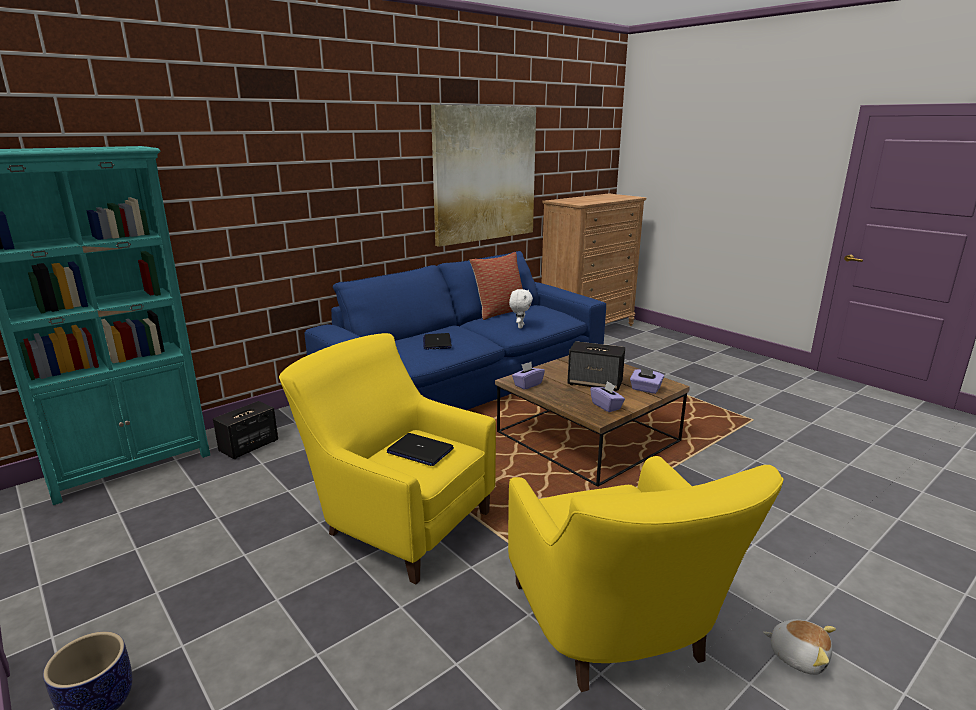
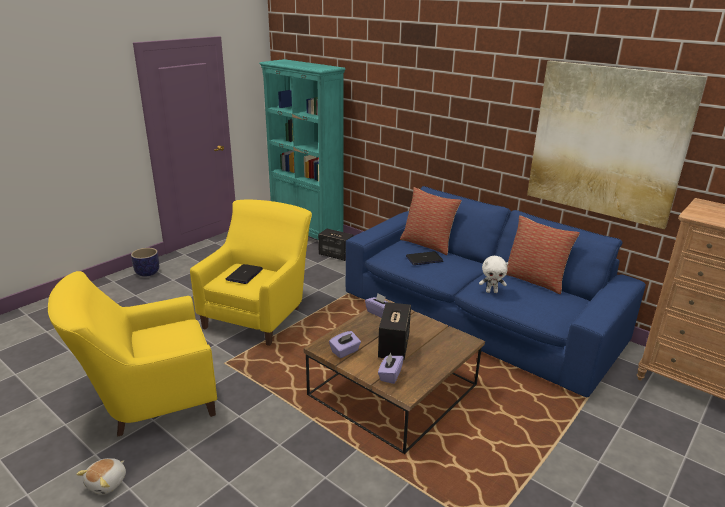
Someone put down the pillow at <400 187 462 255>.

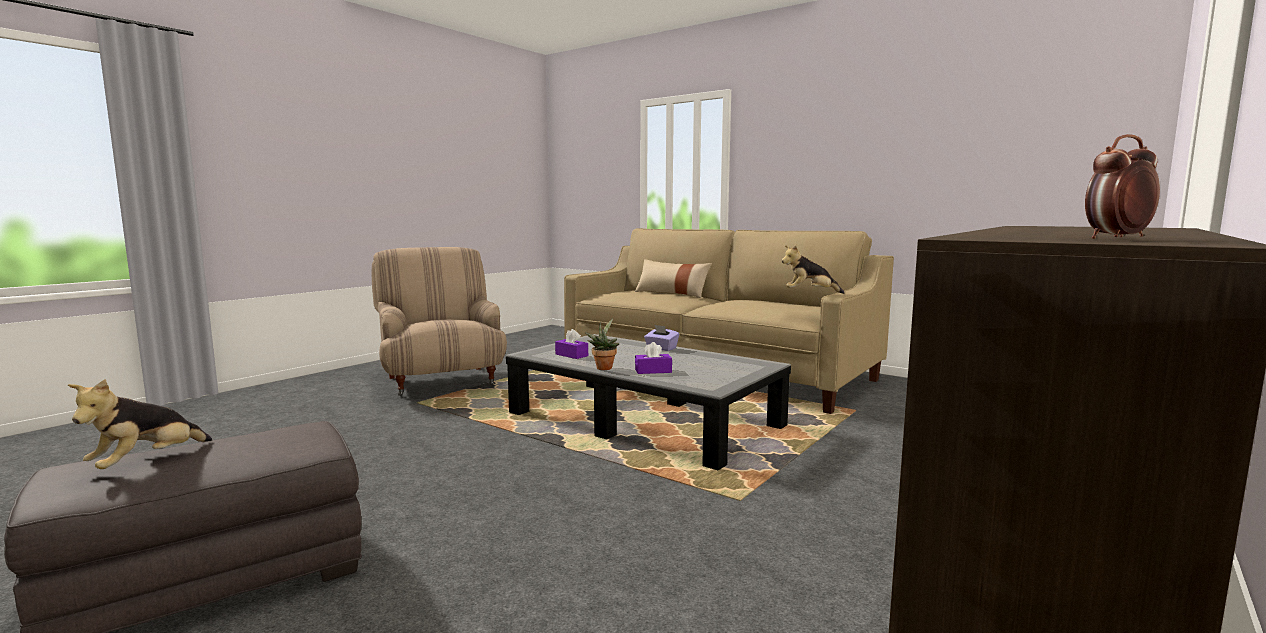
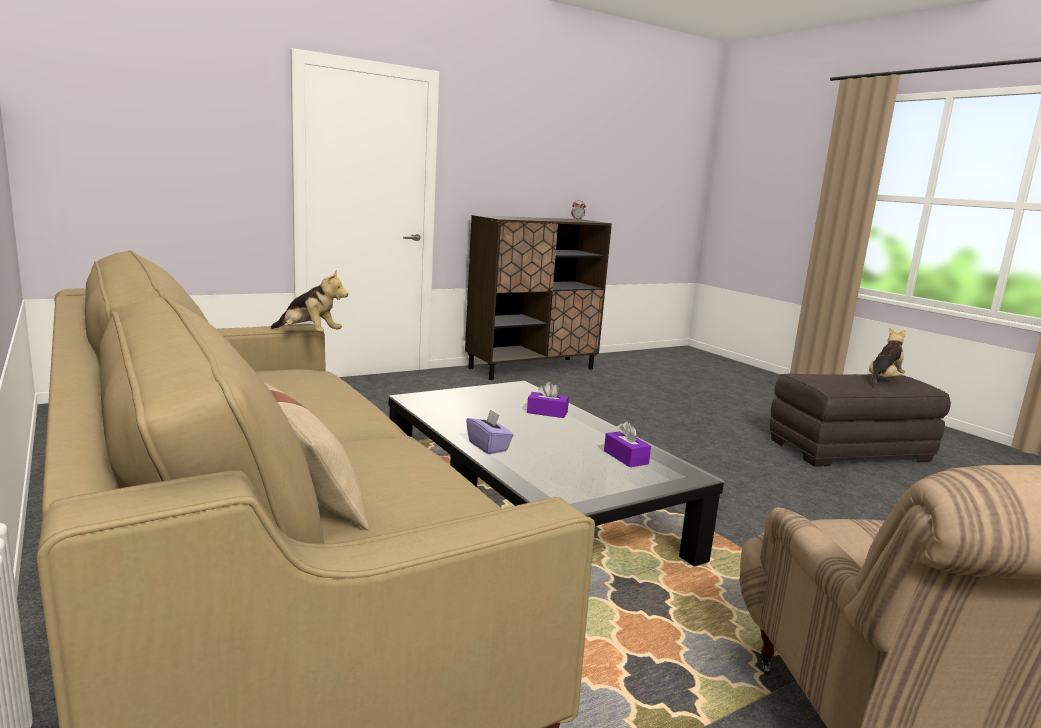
Someone took away the potted plant at <585 319 619 370>.

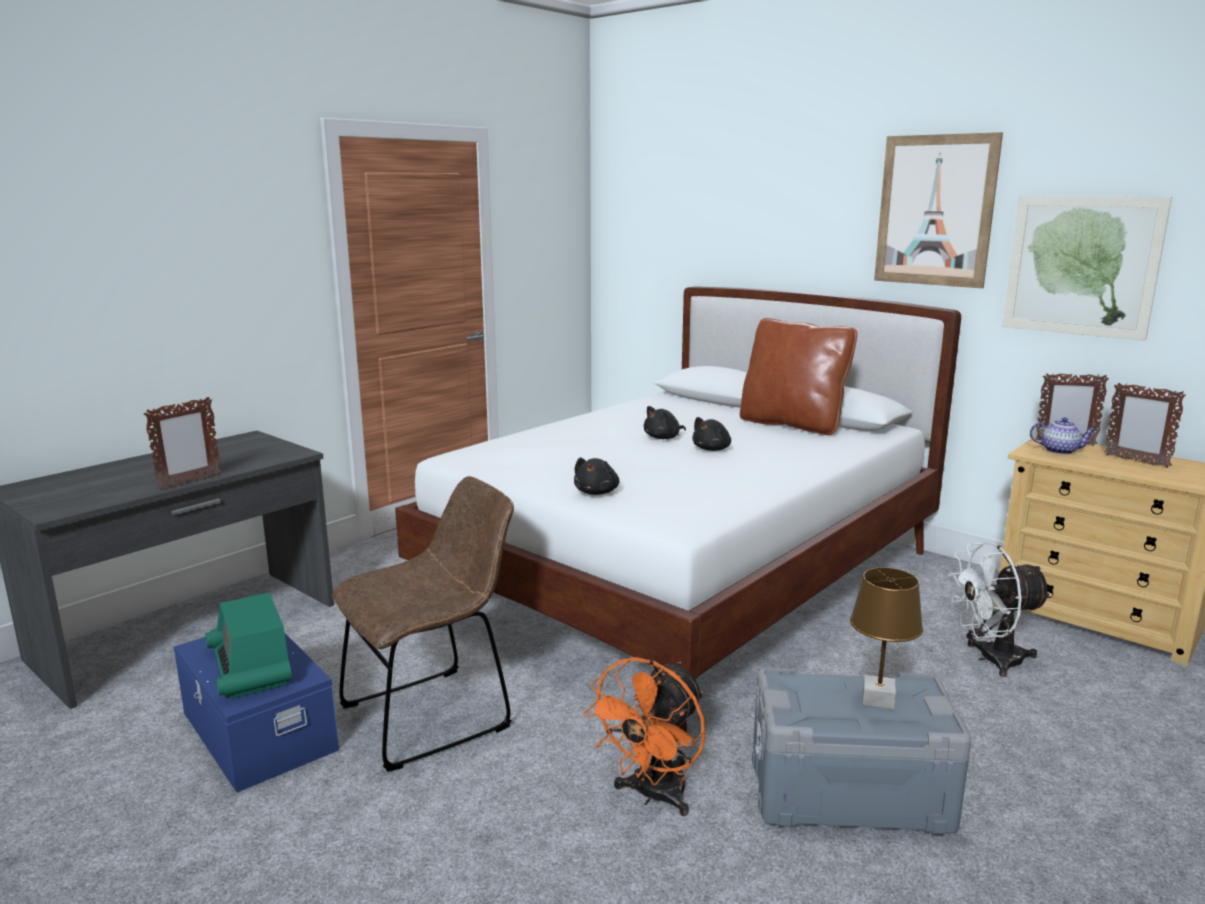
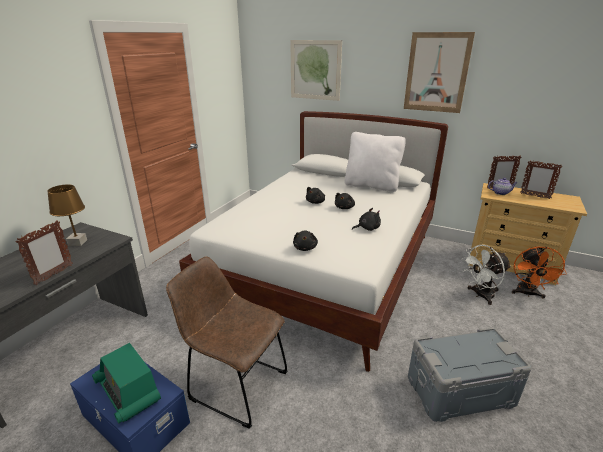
Someone carried the picture from <1002 196 1172 341> to <290 40 342 101>. Someone repainted the pillow (brown) at <740 318 857 435>, which became the pillow (white) at <345 132 406 192>. Someone rotated the chair (brown) at <332 476 514 772> by 105 degrees counterclockwise. Someone carried the table lamp (brown) from <850 567 923 709> to <47 185 87 246>. Someone carried the fan (orange) from <584 657 705 816> to <512 246 567 299>. Someone put down the plush toy (black) at <352 208 381 231>.

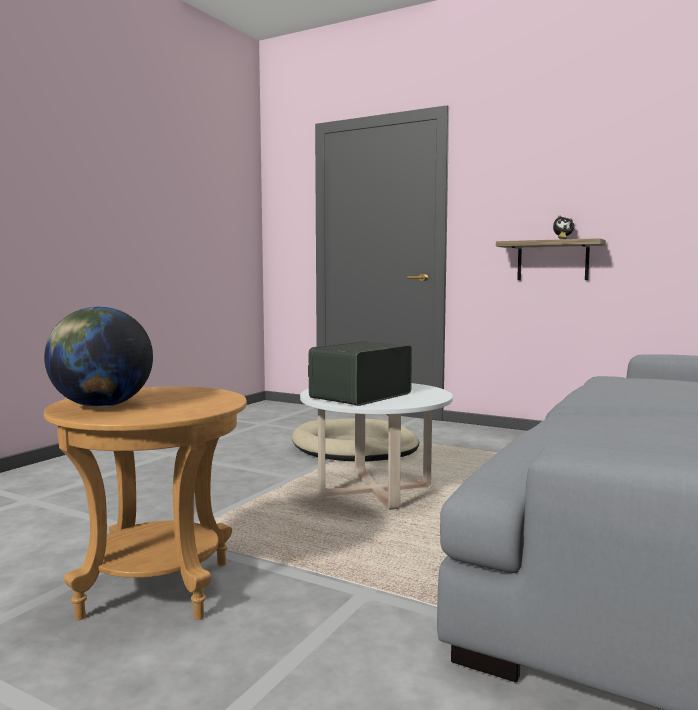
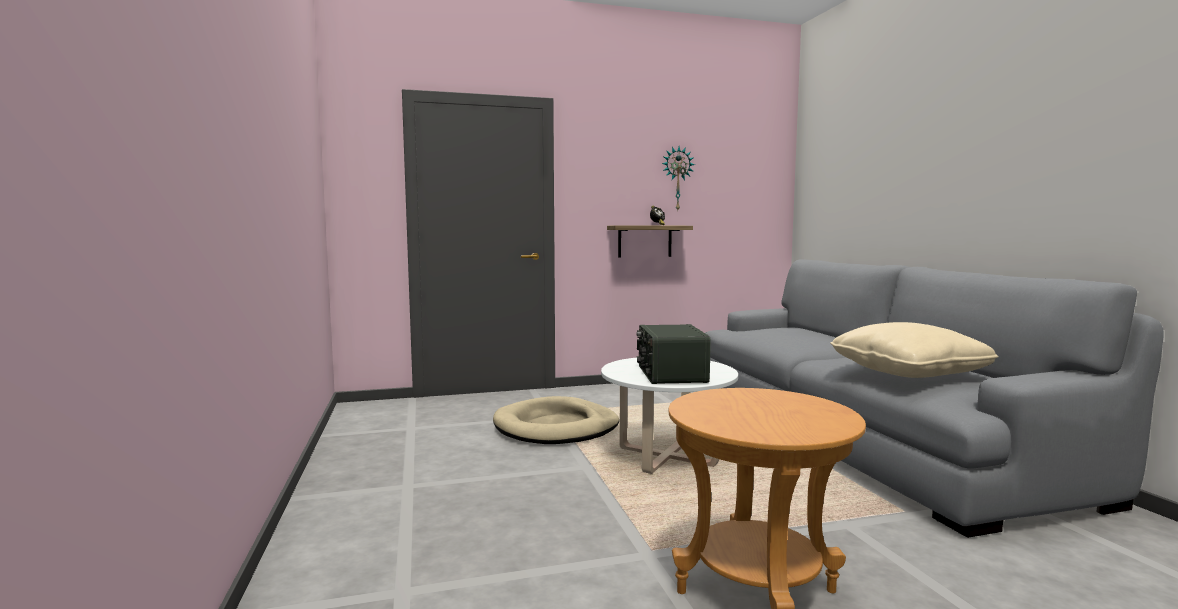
Someone took away the globe at <44 307 153 407>. Someone put up the wall clock at <662 147 695 212>. Someone put down the pillow (beige) at <830 322 999 378>.

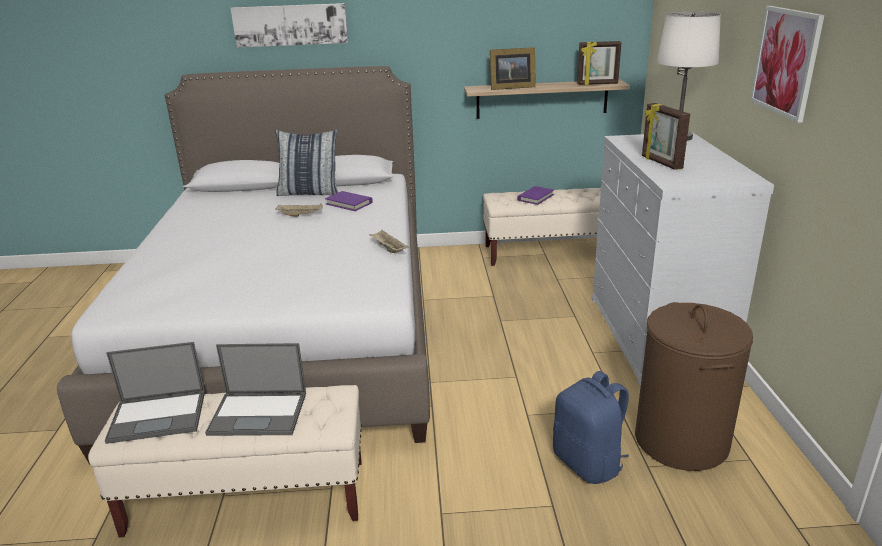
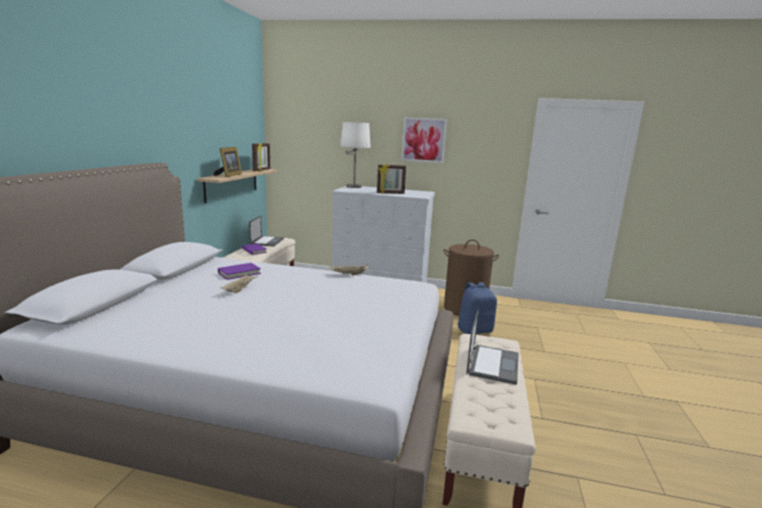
Someone took away the picture at <231 3 348 48>. Someone took away the pillow at <275 130 338 196>. Someone carried the laptop from <105 342 205 444> to <249 216 284 247>.

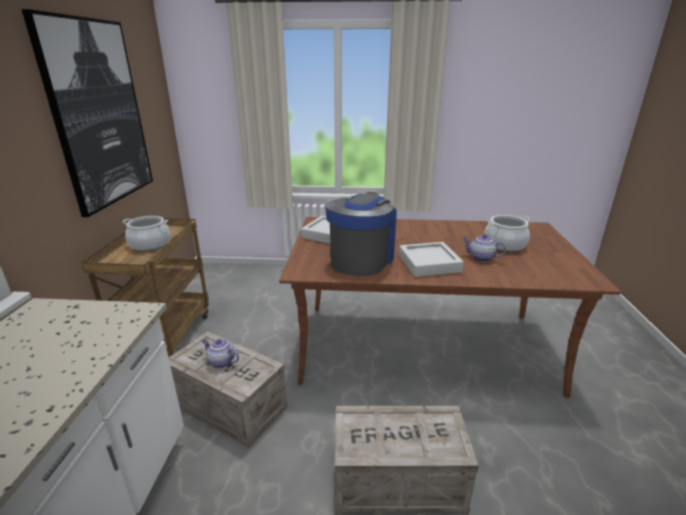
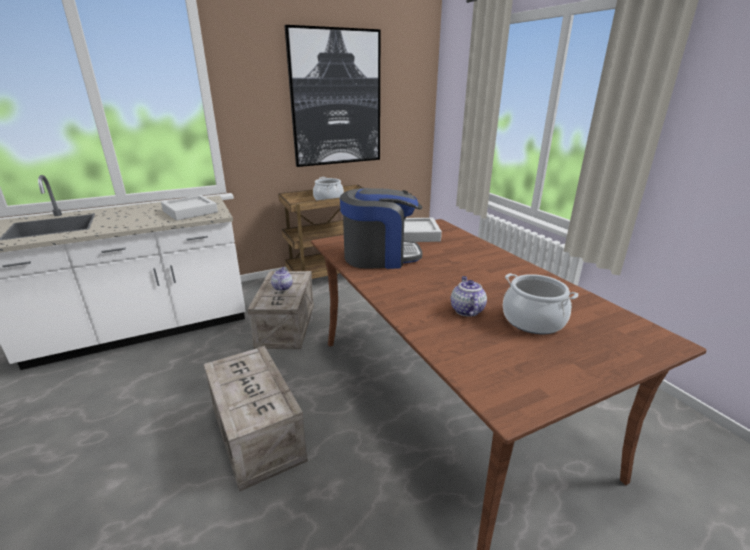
Someone carried the tray (grey) from <399 242 464 277> to <161 195 218 221>.

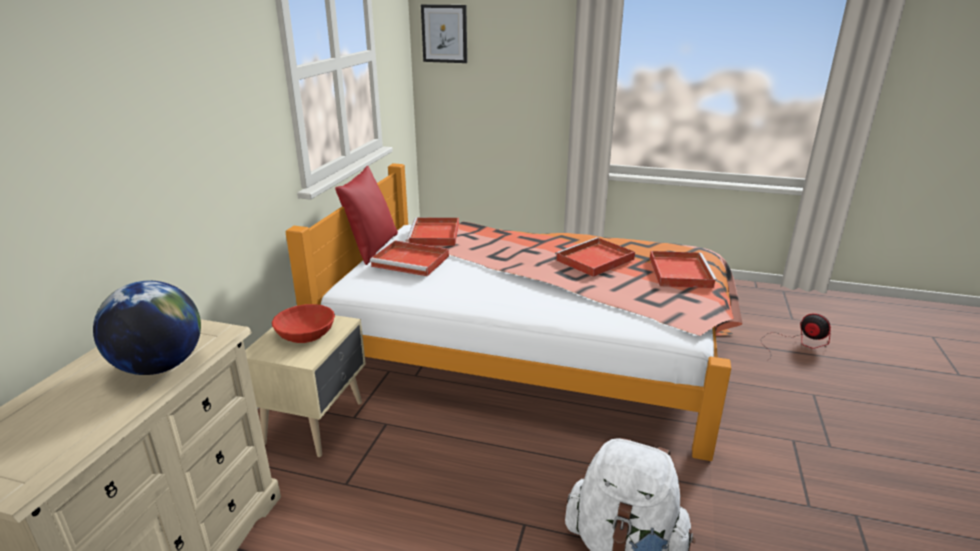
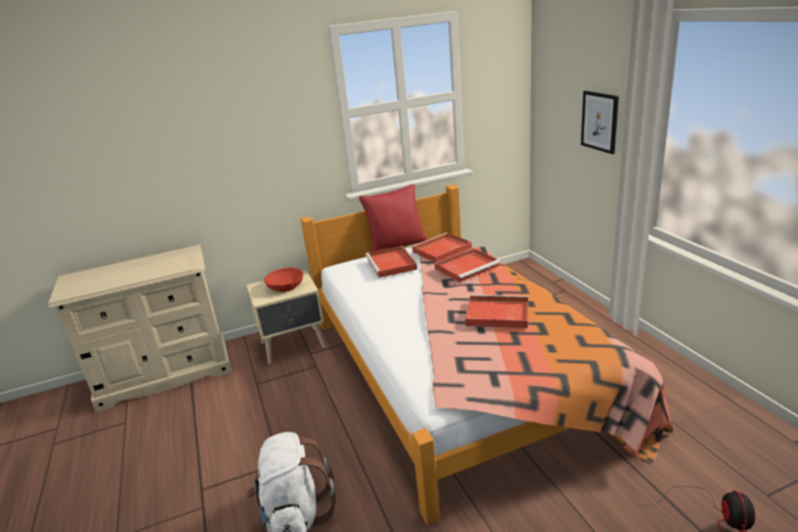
Someone carried the picture from <421 4 467 63> to <581 91 619 154>. Someone carried the tray (red) from <650 251 718 288> to <434 248 500 283>. Someone took away the globe at <93 281 201 375>.

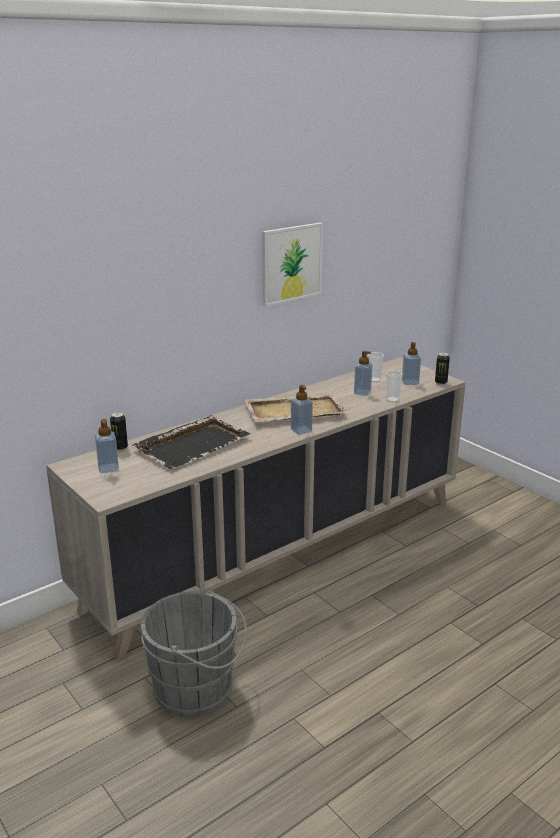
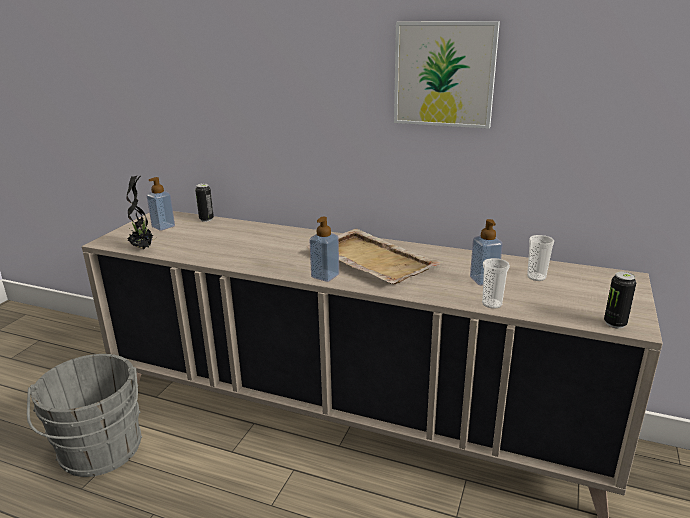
Someone took away the soap dispenser at <402 342 421 385>. Someone took away the tray (black) at <133 415 250 469>. Someone put down the potted plant at <126 175 155 250>.

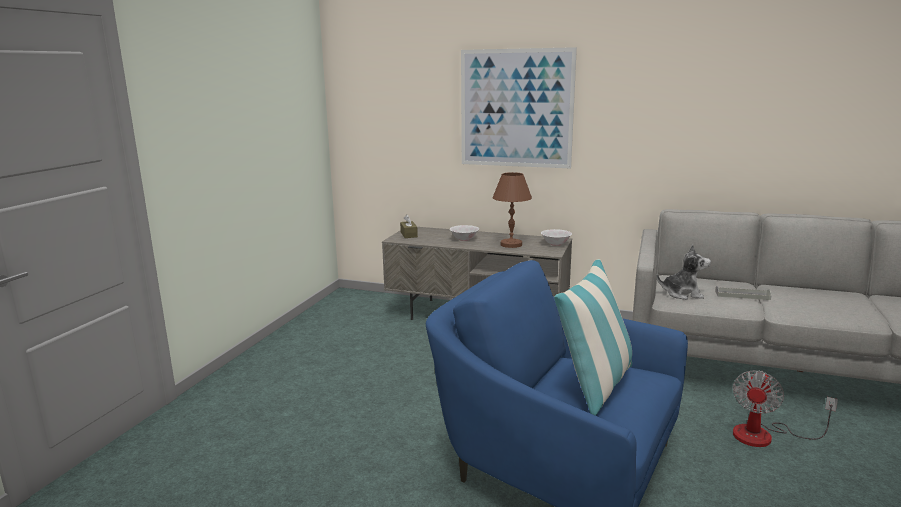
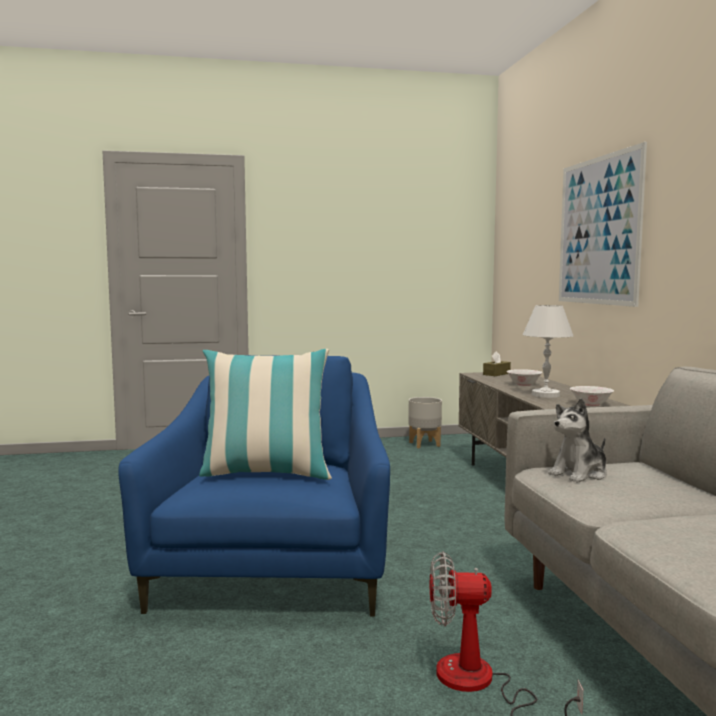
Someone repainted the table lamp (brown) at <492 172 532 248>, which became the table lamp (white) at <523 305 573 398>. Someone rotated the plush toy at <657 245 711 300> by 75 degrees clockwise. Someone took away the tray (grey) at <715 286 771 300>. Someone put down the planter (grey) at <408 397 442 448>.

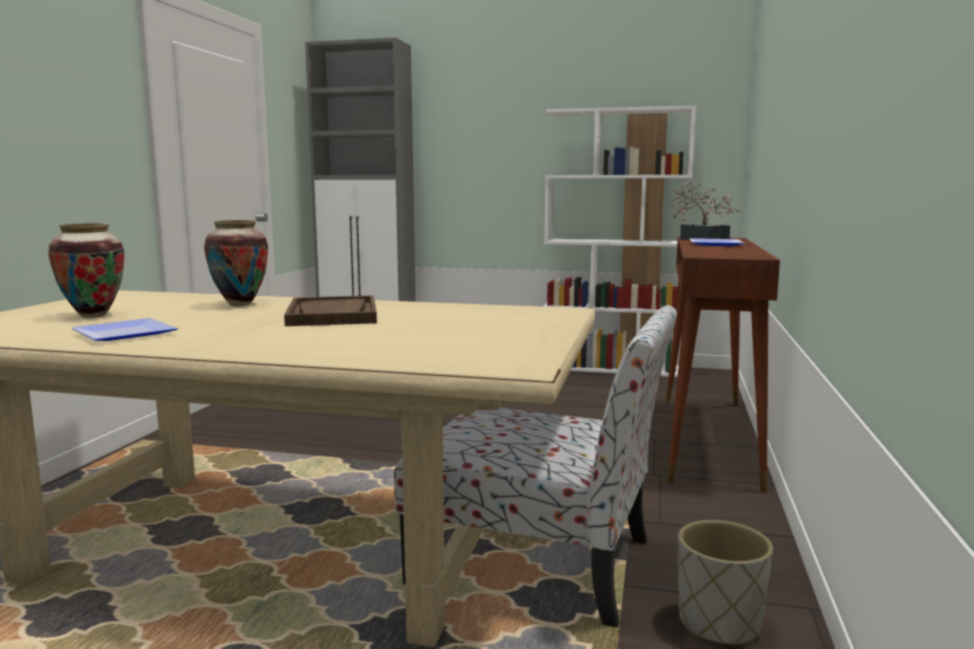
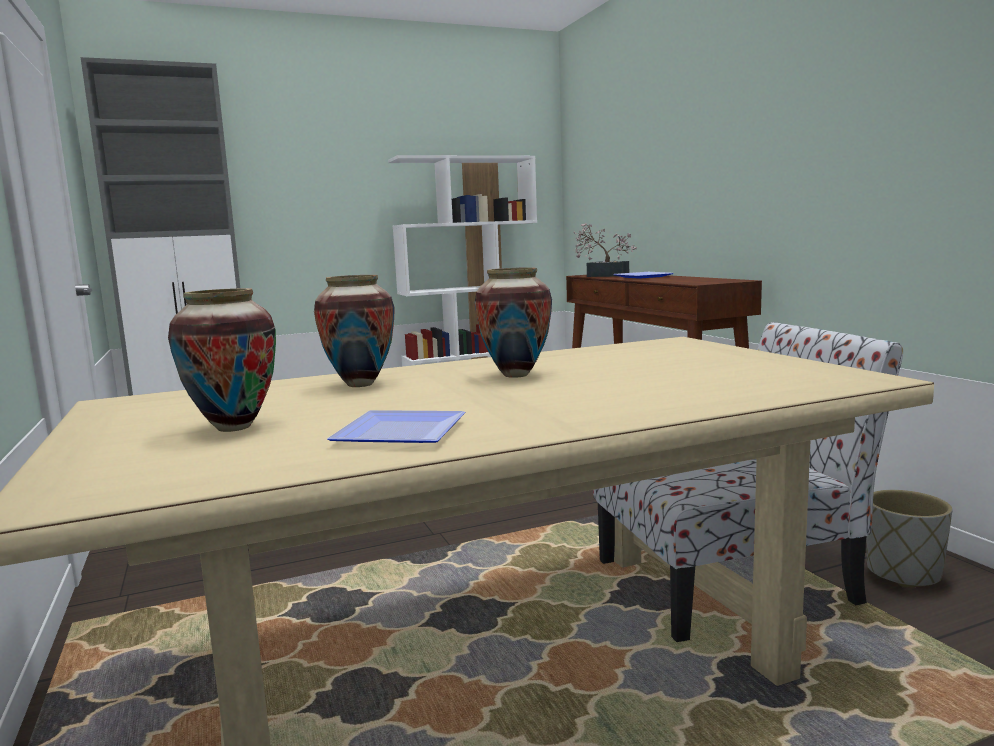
Someone swapped the tray (brown) at <284 295 377 326> for the vase at <475 267 552 378>.

